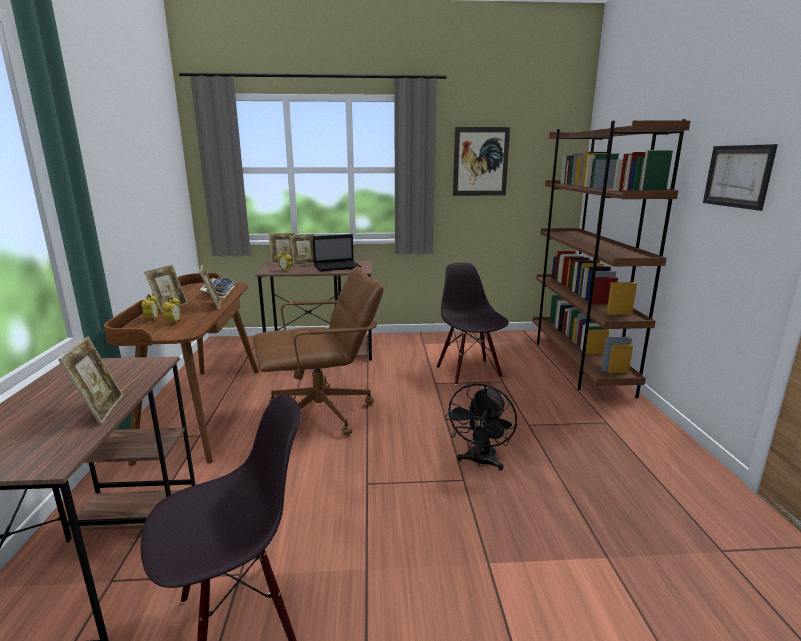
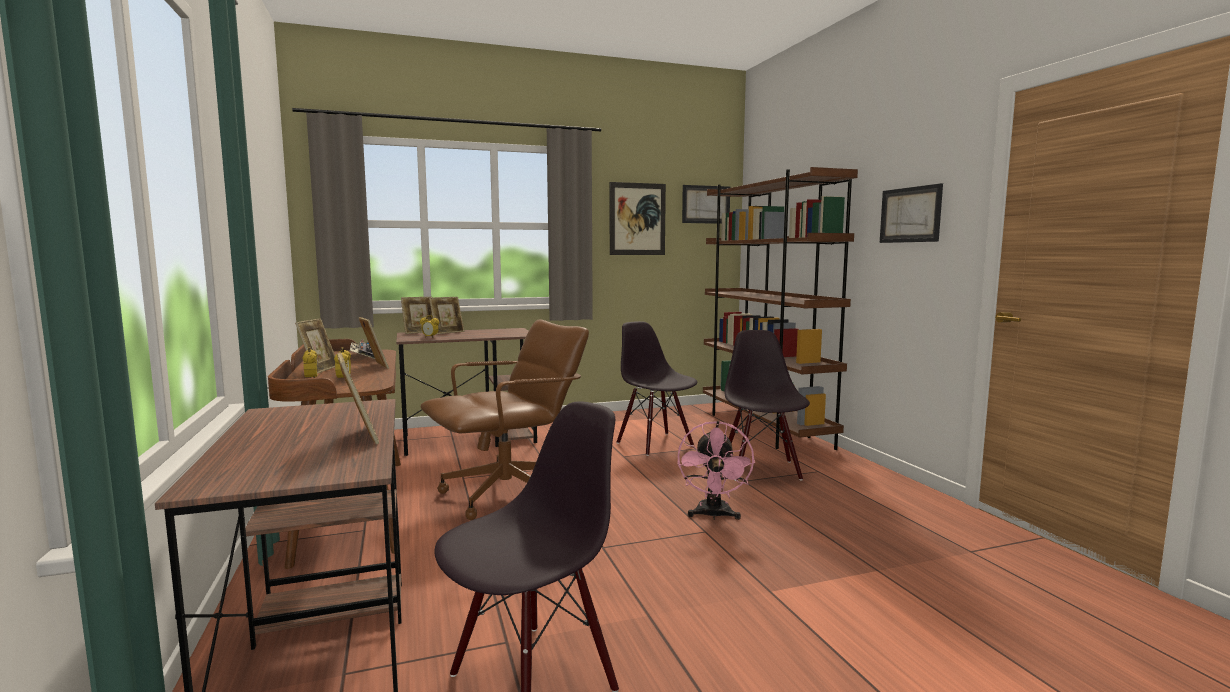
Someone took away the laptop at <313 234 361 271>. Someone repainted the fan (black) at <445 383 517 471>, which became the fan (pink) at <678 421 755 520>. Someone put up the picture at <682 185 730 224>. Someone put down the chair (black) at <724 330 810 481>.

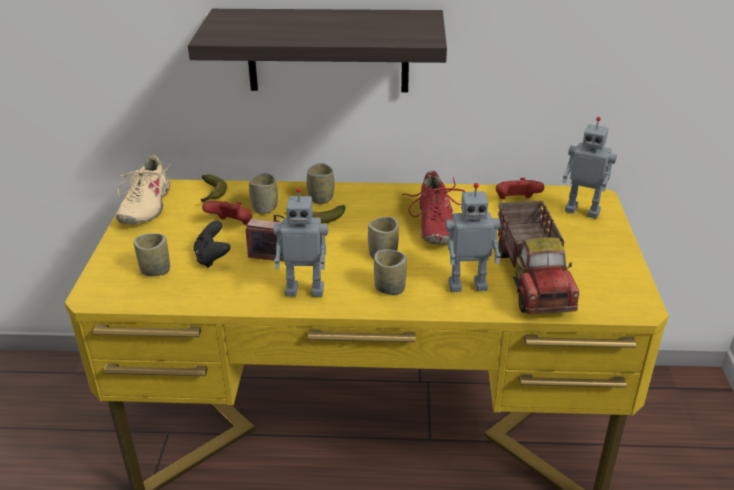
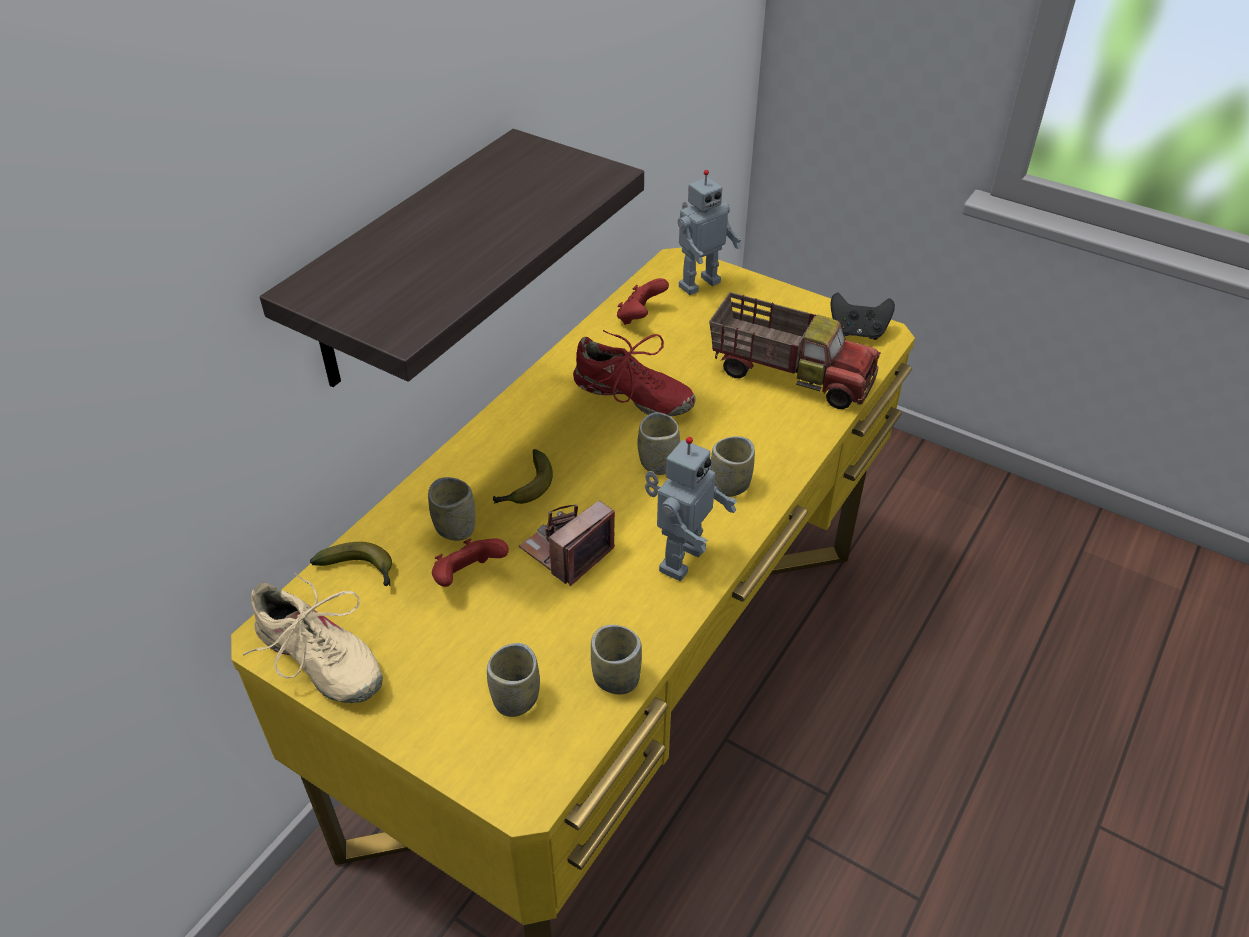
Someone carried the cup from <307 163 335 204> to <591 625 642 694>. Someone took away the toy robot at <446 183 501 292>. Someone carried the game controller (black) from <194 221 230 268> to <831 293 895 340>.

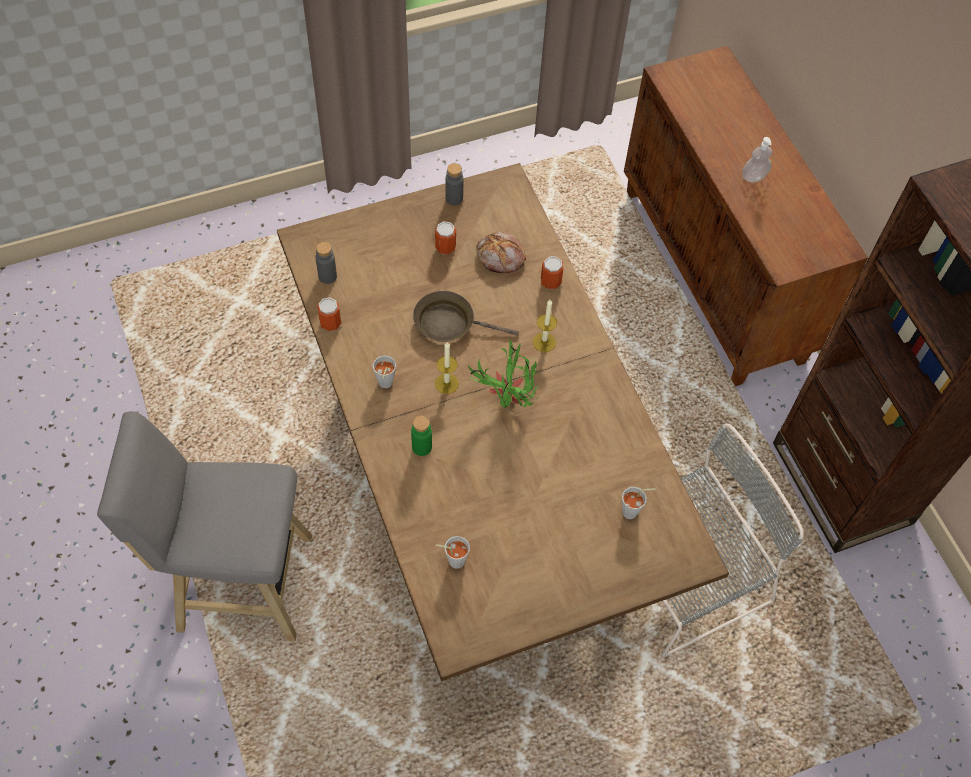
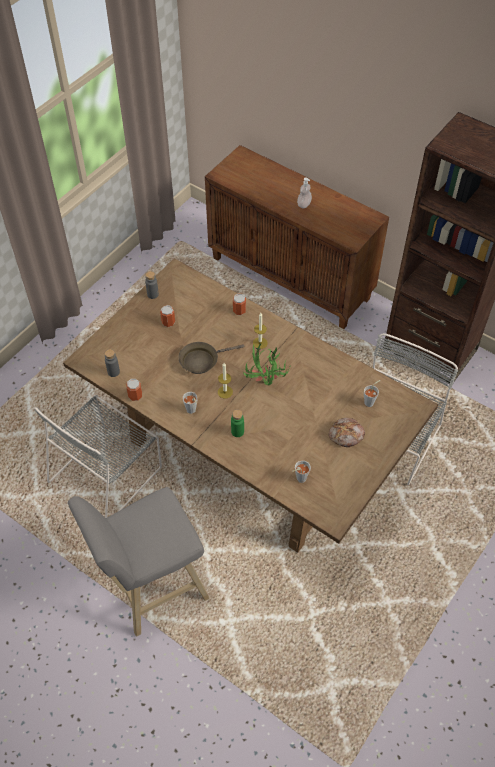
Someone carried the bread from <476 232 526 273> to <329 418 365 447>. Someone put down the chair (grey) at <34 395 162 518>.

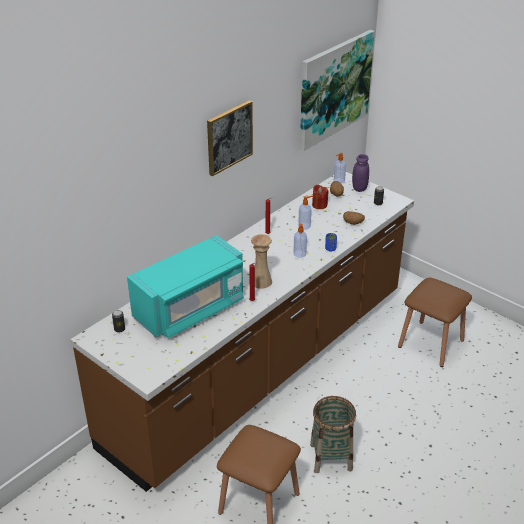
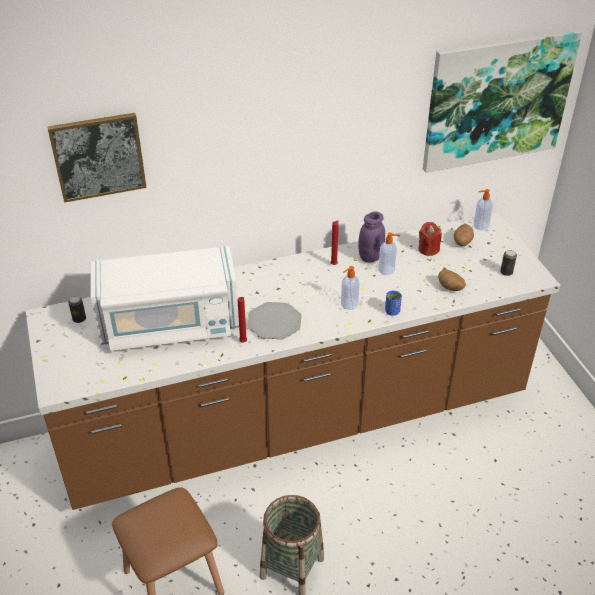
Someone carried the picture from <207 100 253 176> to <47 113 147 203>. Someone carried the jar (purple) from <352 154 369 192> to <358 212 385 262>. Someone swapped the vase (beige) at <251 234 272 289> for the plate at <247 302 302 339>. Someone repainted the microwave (turquoise) at <127 235 244 338>, which became the microwave (white) at <91 246 239 351>. Someone took away the stool (brown) at <398 278 472 367>.

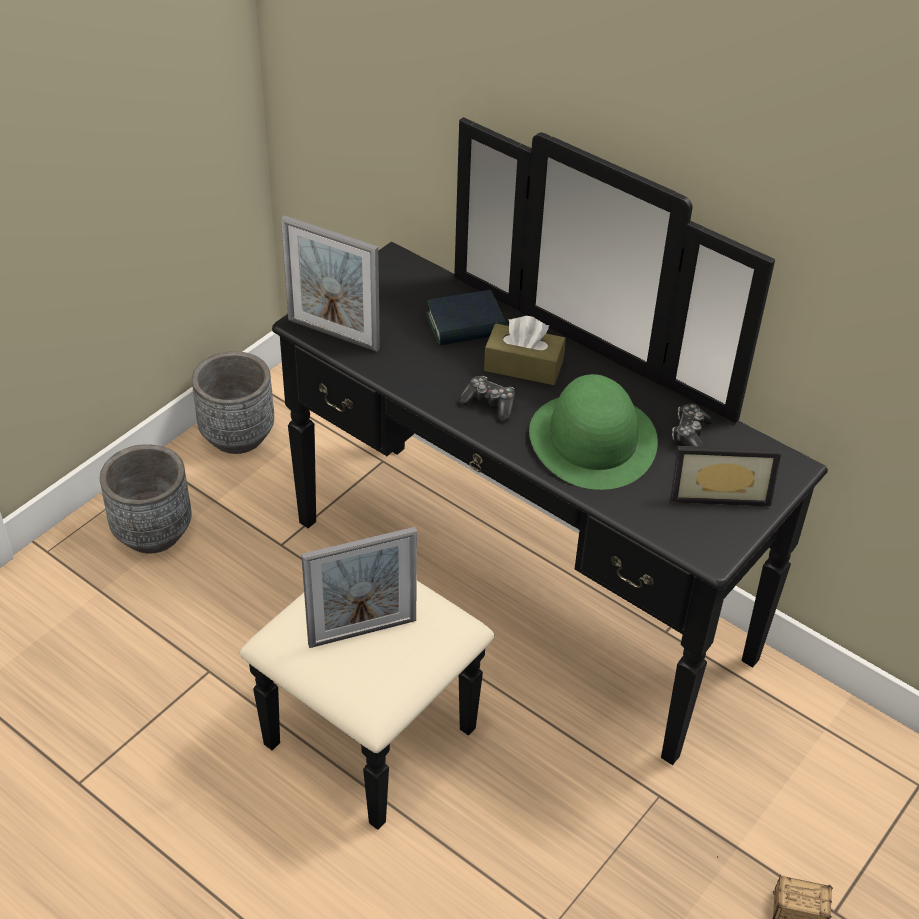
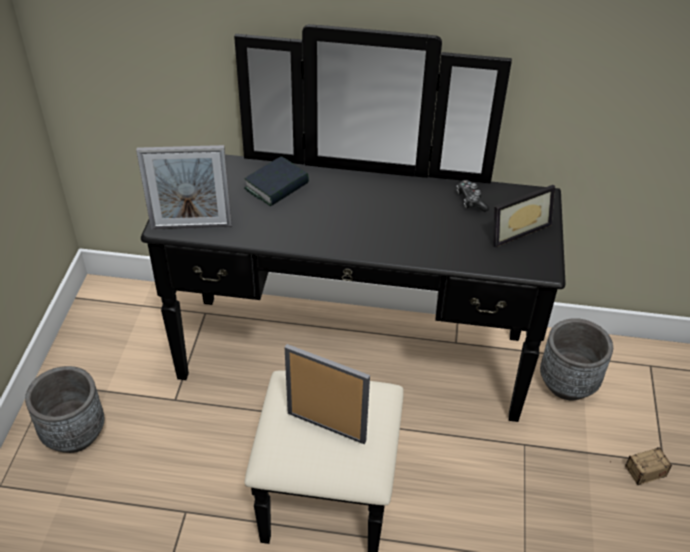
Someone took away the tissue box (brown) at <484 316 566 385>. Someone carried the planter (grey) from <192 351 274 454> to <540 318 613 400>. Someone took away the hat (green) at <529 374 658 490>. Someone took away the game controller at <458 376 515 421>. Someone rotated the picture frame at <301 527 417 648> by 105 degrees counterclockwise.

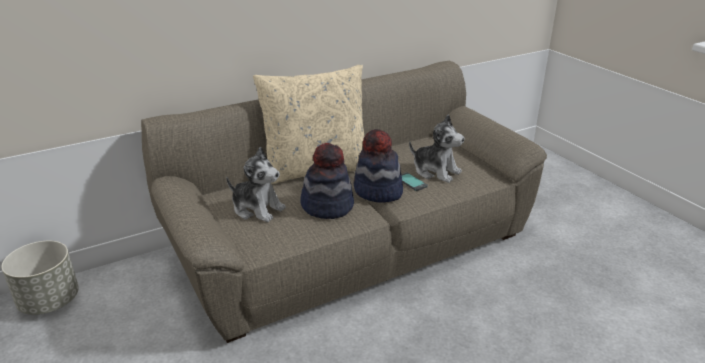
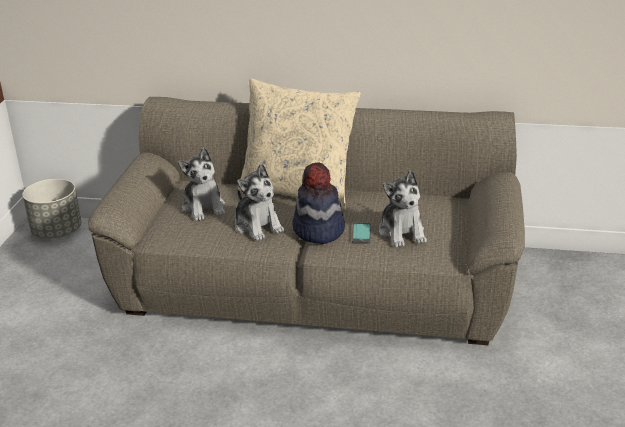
Someone swapped the hat at <300 143 354 219> for the plush toy at <235 164 284 241>.

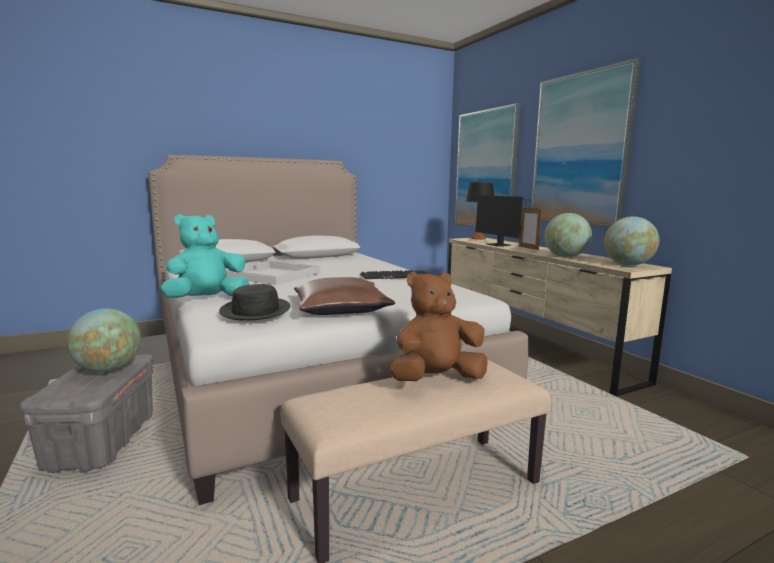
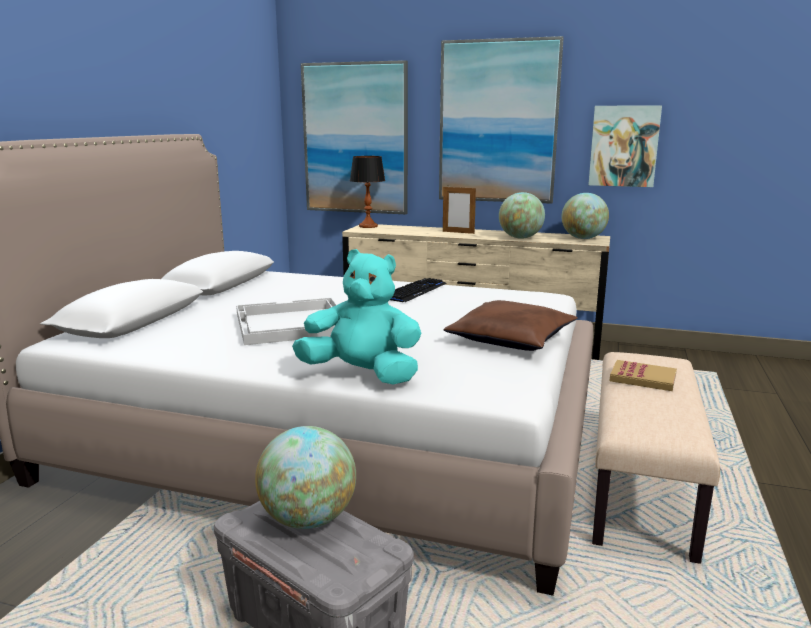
Someone took away the monitor at <475 195 539 247>. Someone rotated the plush toy (turquoise) at <160 214 250 298> by 105 degrees clockwise. Someone swapped the plush toy (brown) at <390 272 488 381> for the book at <609 360 677 391>. Someone took away the hat (black) at <219 284 290 321>. Someone put up the picture at <588 105 662 187>.

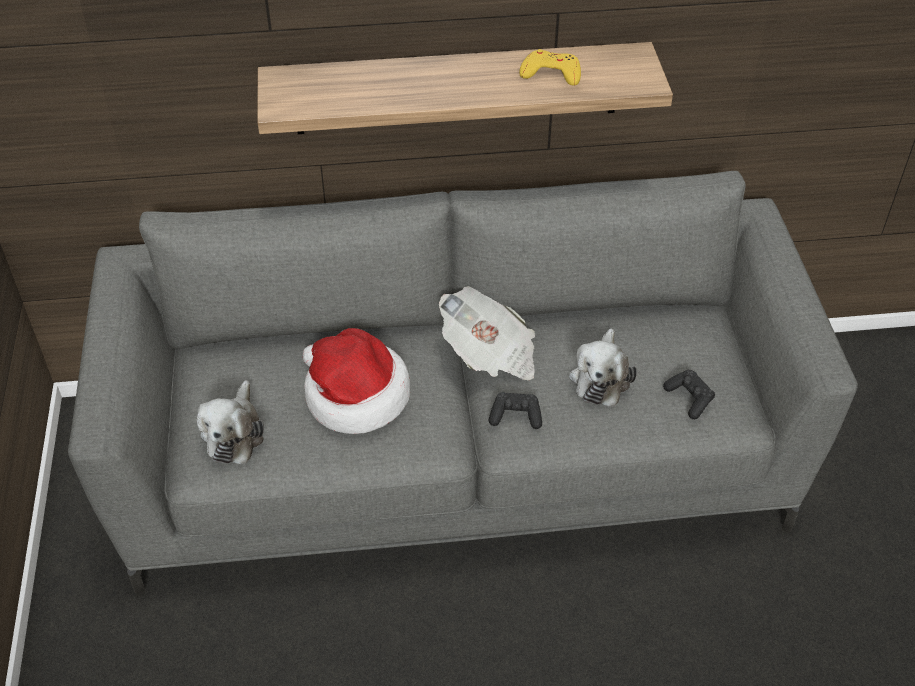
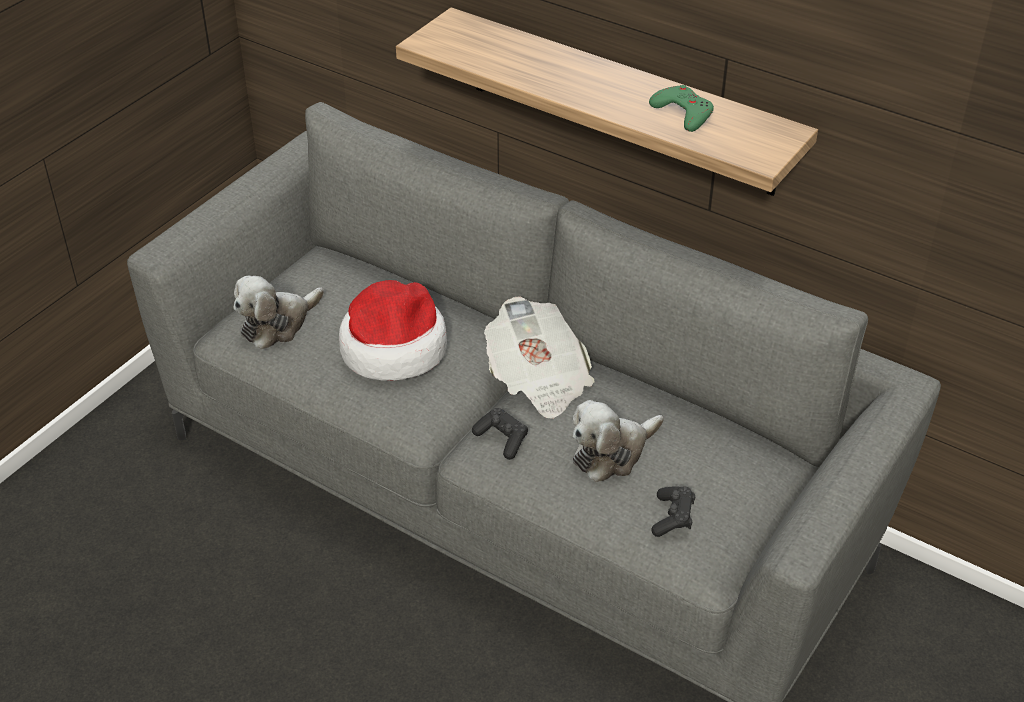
Someone repainted the game controller (yellow) at <519 49 581 86>, which became the game controller (green) at <649 85 714 132>.

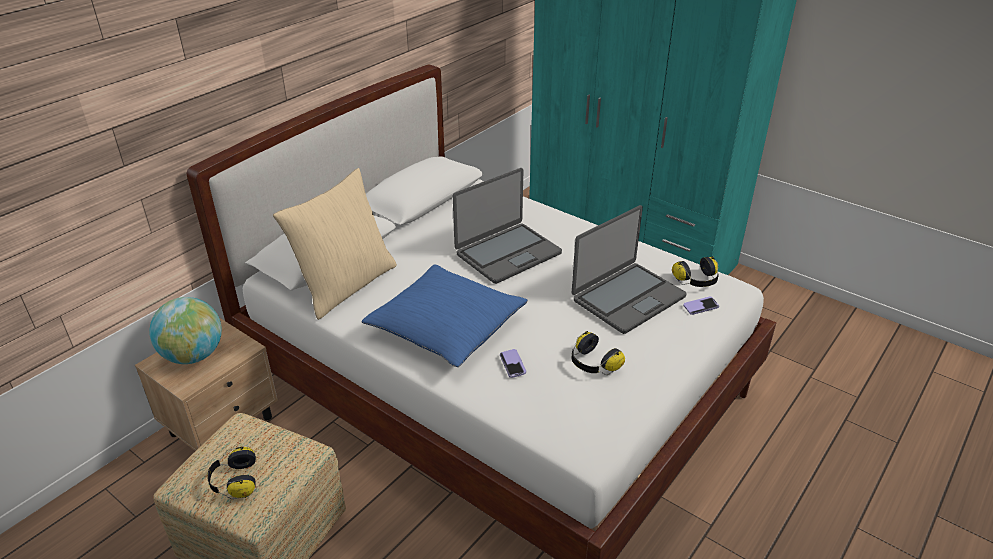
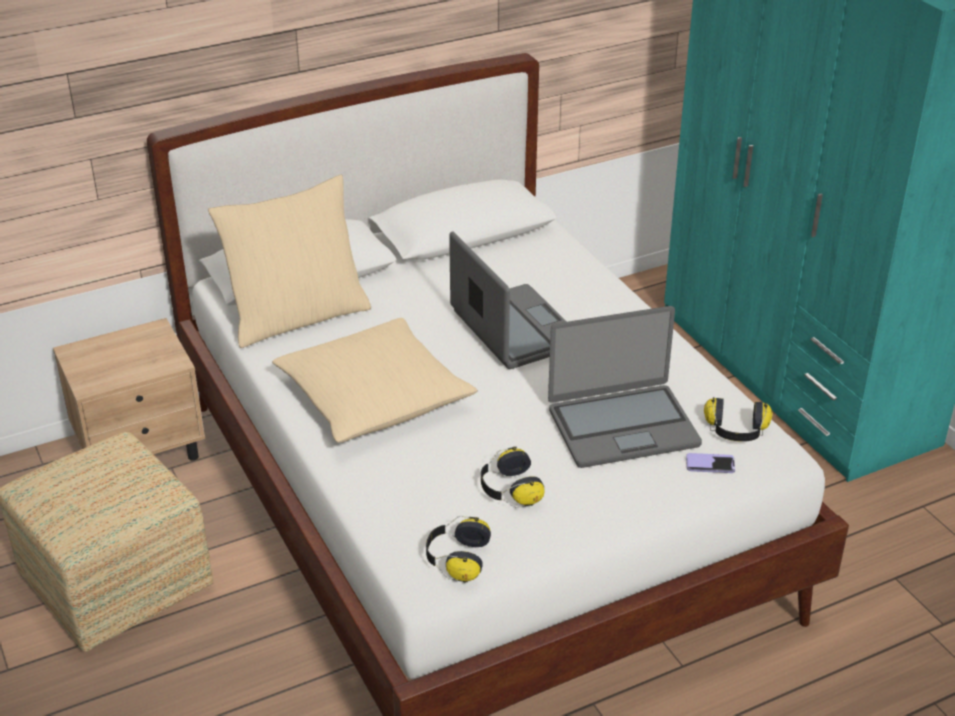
Someone rotated the laptop at <453 168 562 284> by 105 degrees counterclockwise. Someone repainted the pillow (blue) at <361 264 528 367>, which became the pillow (beige) at <272 318 478 443>. Someone took away the globe at <149 297 222 364>. Someone took away the phone at <500 349 526 378>. Someone carried the headphones from <207 446 256 499> to <426 516 491 583>.

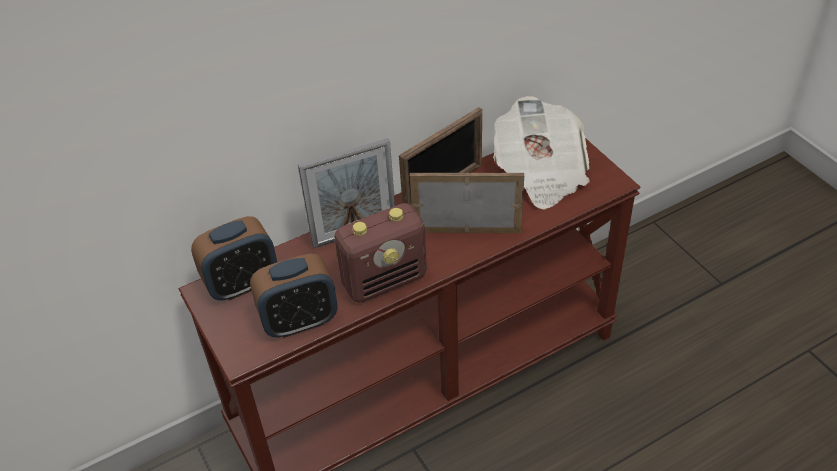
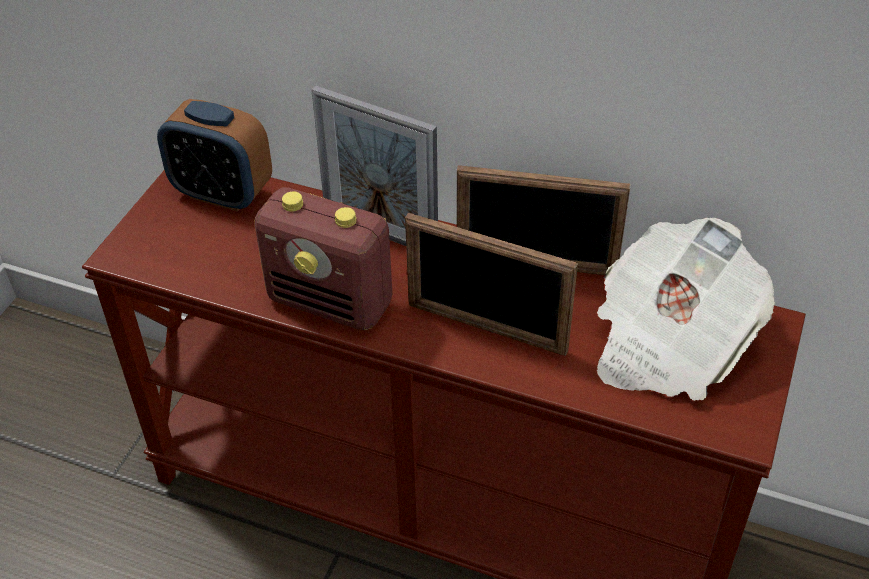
Someone rotated the picture frame at <410 173 524 233> by 150 degrees clockwise. Someone took away the alarm clock at <250 254 338 338>.

